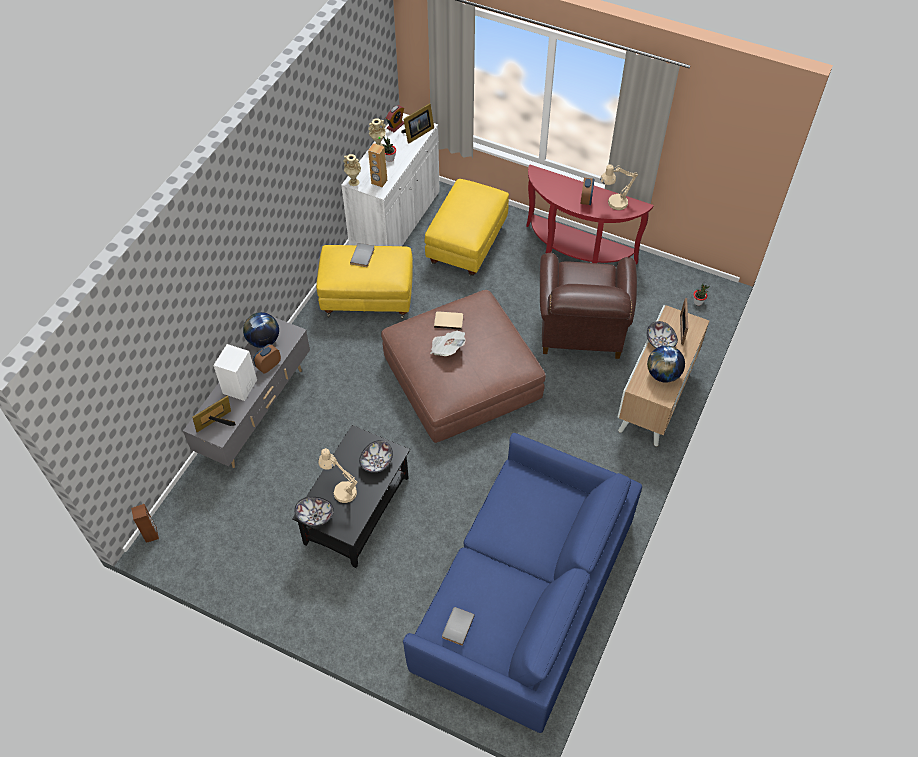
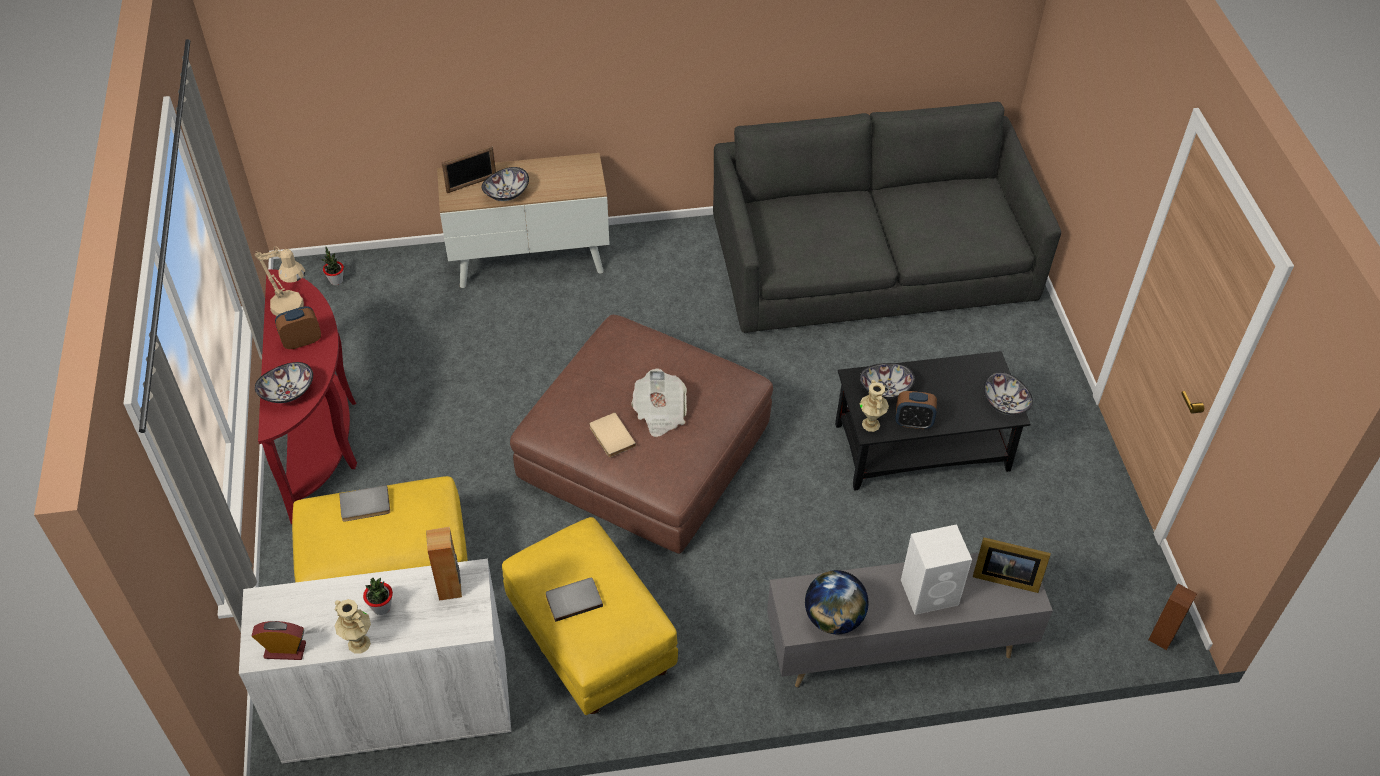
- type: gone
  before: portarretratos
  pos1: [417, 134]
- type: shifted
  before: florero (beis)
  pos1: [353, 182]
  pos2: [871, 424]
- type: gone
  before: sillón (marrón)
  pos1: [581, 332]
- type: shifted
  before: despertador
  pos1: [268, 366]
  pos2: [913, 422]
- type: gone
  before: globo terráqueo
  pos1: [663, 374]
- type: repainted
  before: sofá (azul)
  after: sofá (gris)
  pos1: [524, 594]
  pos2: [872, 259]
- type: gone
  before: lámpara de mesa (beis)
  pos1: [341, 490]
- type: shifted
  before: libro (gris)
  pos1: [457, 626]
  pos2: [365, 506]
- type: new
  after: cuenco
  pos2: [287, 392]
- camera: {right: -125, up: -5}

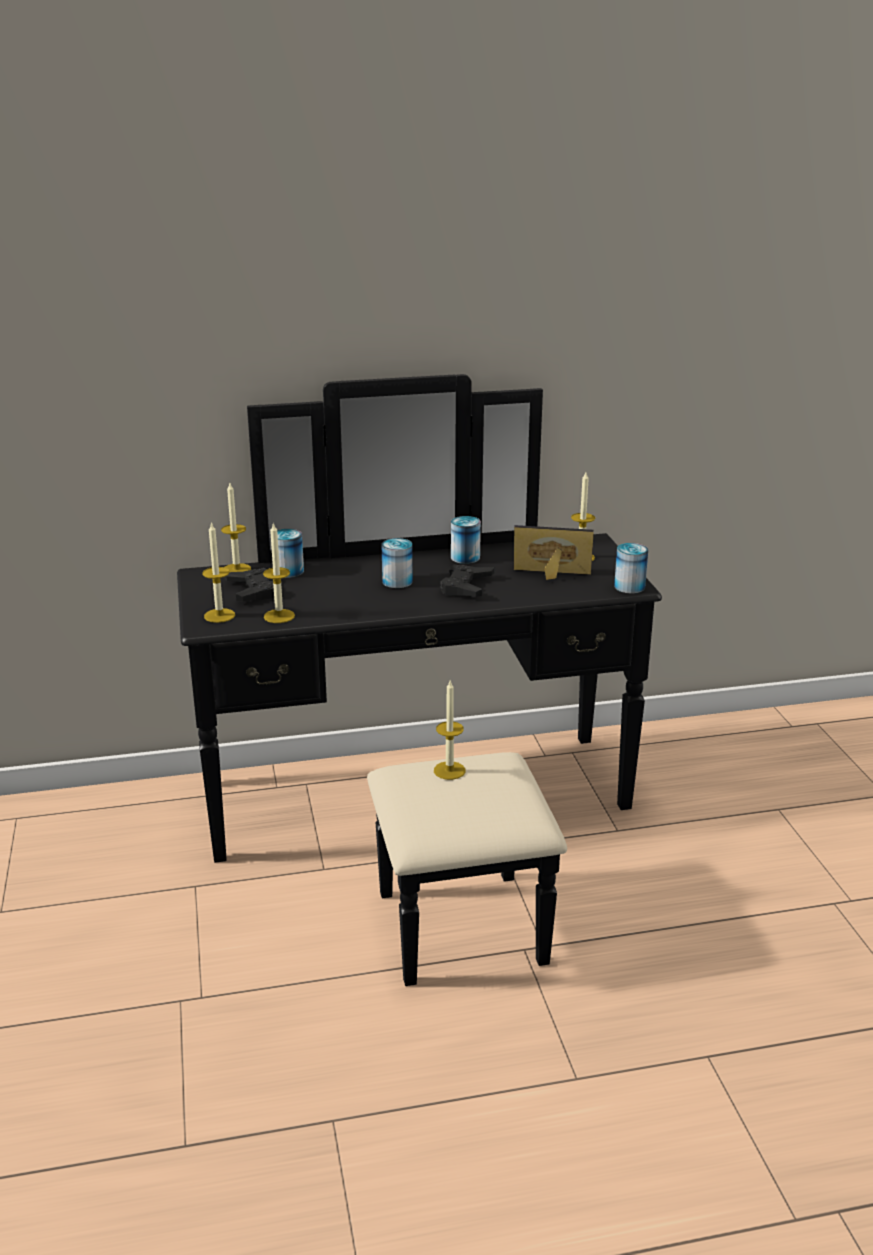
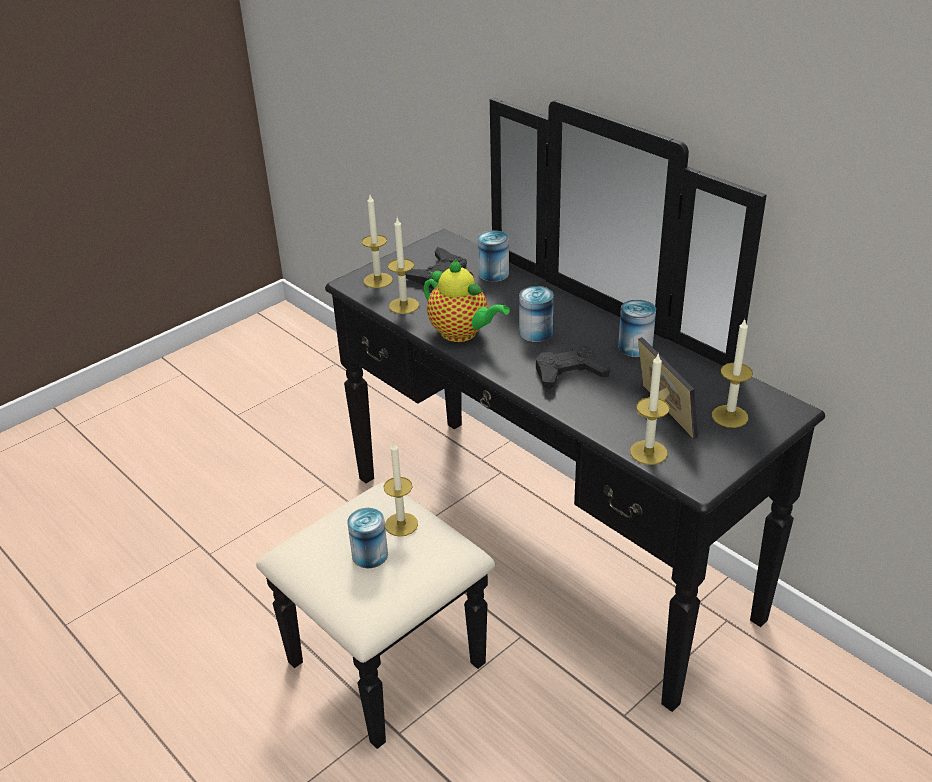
- type: shifted
  before: vela
  pos1: [236, 569]
  pos2: [648, 452]
- type: shifted
  before: lata
  pos1: [629, 586]
  pos2: [370, 555]
- type: new
  after: tetera
  pos2: [462, 334]
- camera: {right: 60, up: 10}

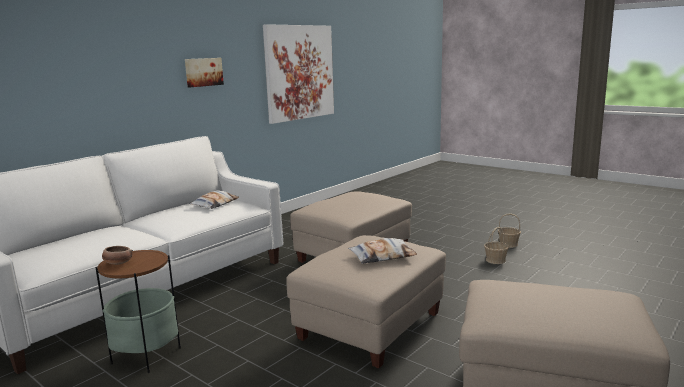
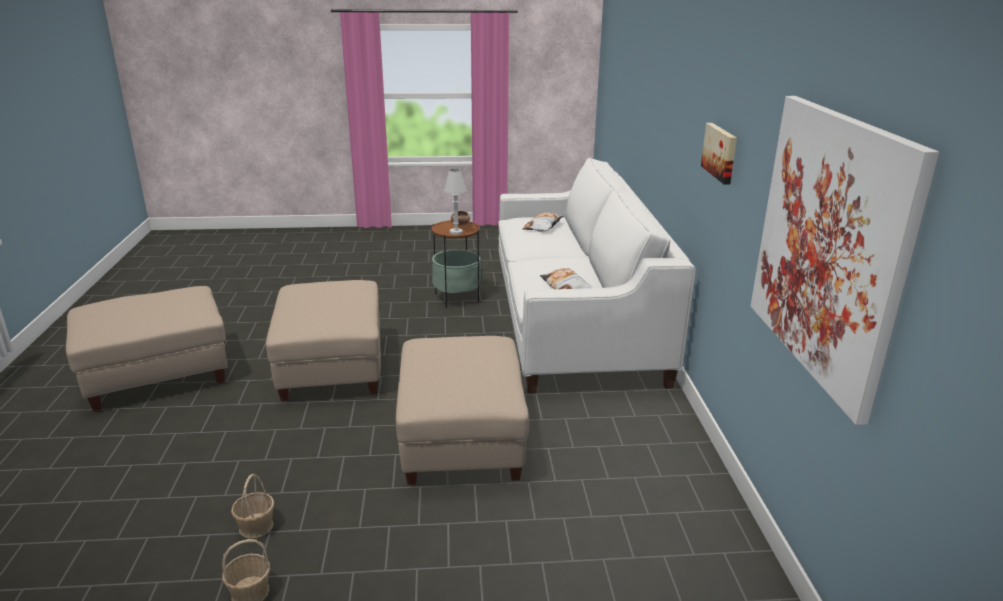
- type: shifted
  before: cojín
  pos1: [382, 256]
  pos2: [543, 226]
- type: new
  after: lámpara de mesa (blanco)
  pos2: [456, 232]
- camera: {right: 135, up: 10}

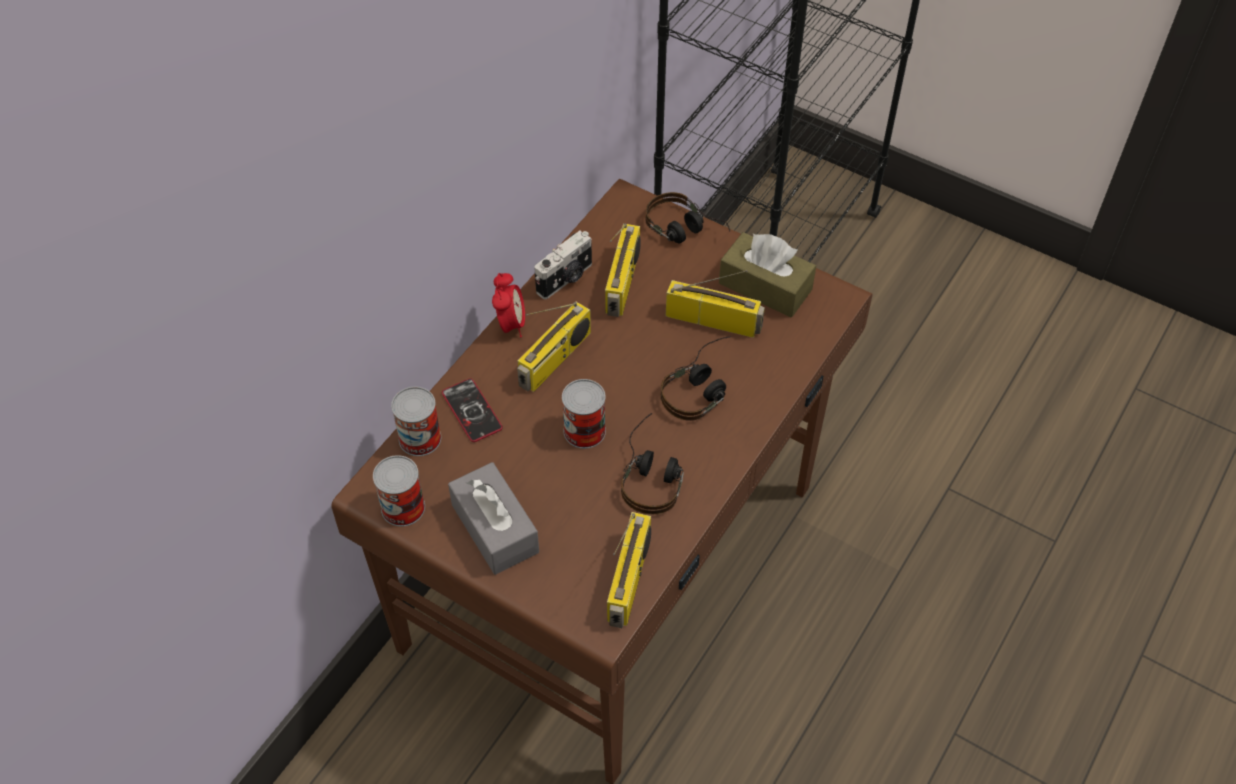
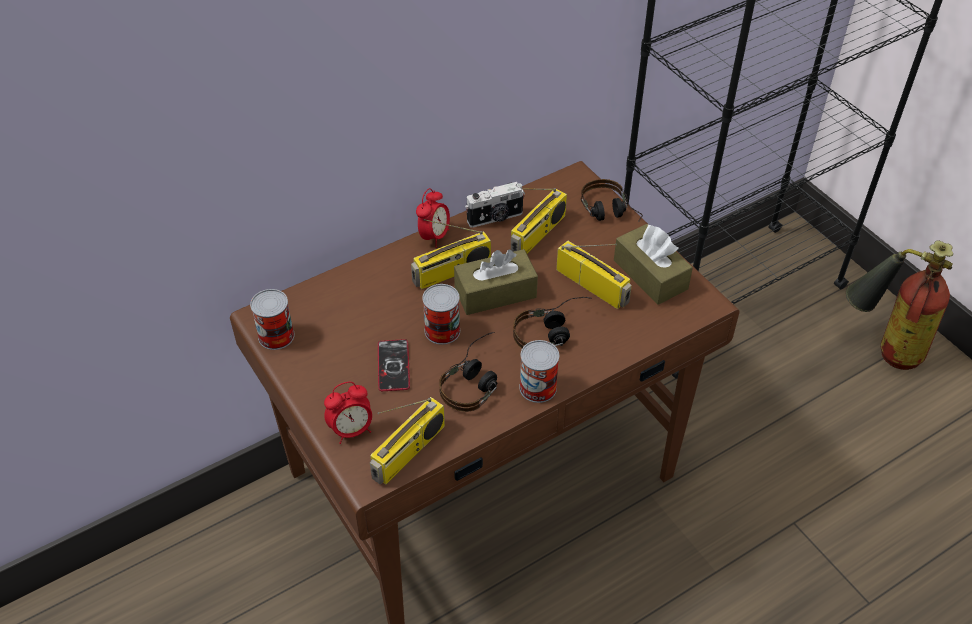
- type: shifted
  before: móvil
  pos1: [472, 411]
  pos2: [393, 366]
- type: shifted
  before: lata
  pos1: [420, 438]
  pos2: [538, 387]
- type: gone
  before: caja de pañuelos (gris)
  pos1: [495, 528]
- type: new
  after: extintor
  pos2: [882, 348]
- type: new
  after: caja de pañuelos (marrón)
  pos2: [495, 293]
- type: new
  after: despertador
  pos2: [351, 430]
- camera: {right: 25, up: -5}

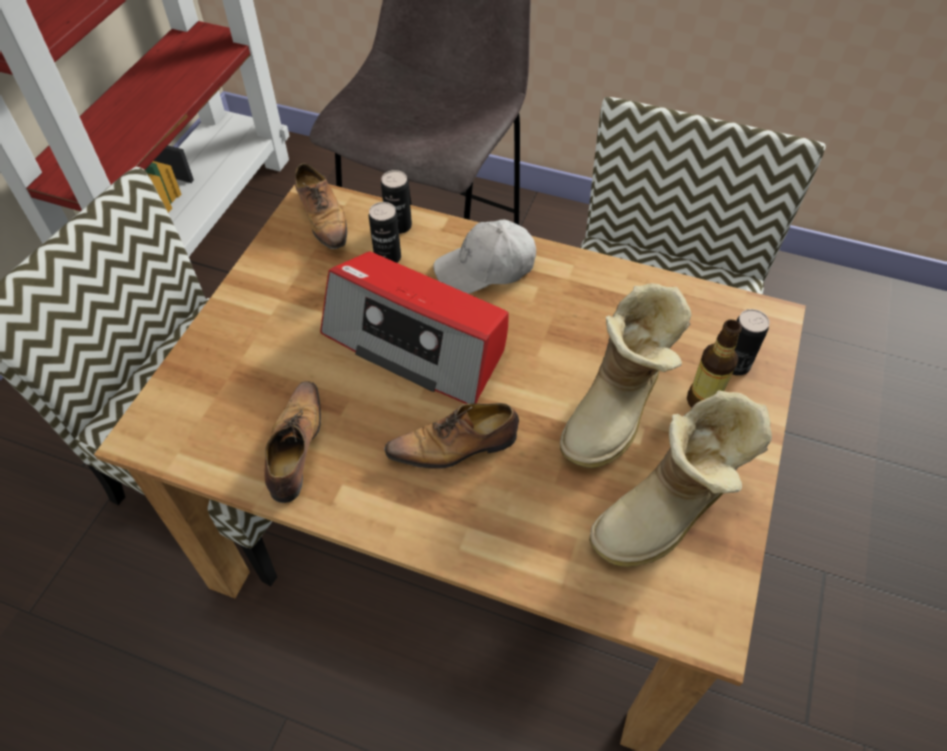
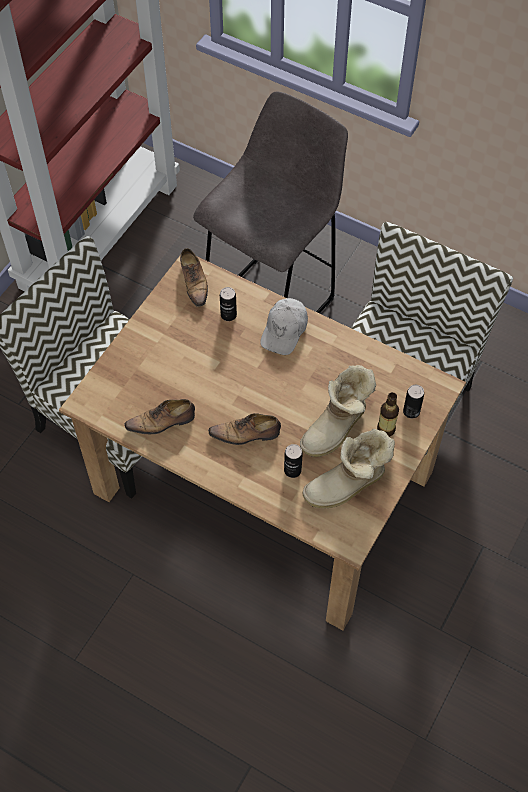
- type: shifted
  before: lata
  pos1: [398, 225]
  pos2: [292, 470]
- type: rotated
  before: gorra (blanco)
  pos1: [485, 268]
  pos2: [284, 330]
  turn: -60
- type: gone
  before: radio
  pos1: [417, 342]
- type: rotated
  before: zapato
  pos1: [295, 448]
  pos2: [162, 422]
  turn: -120
- camera: {right: 10, up: 5}

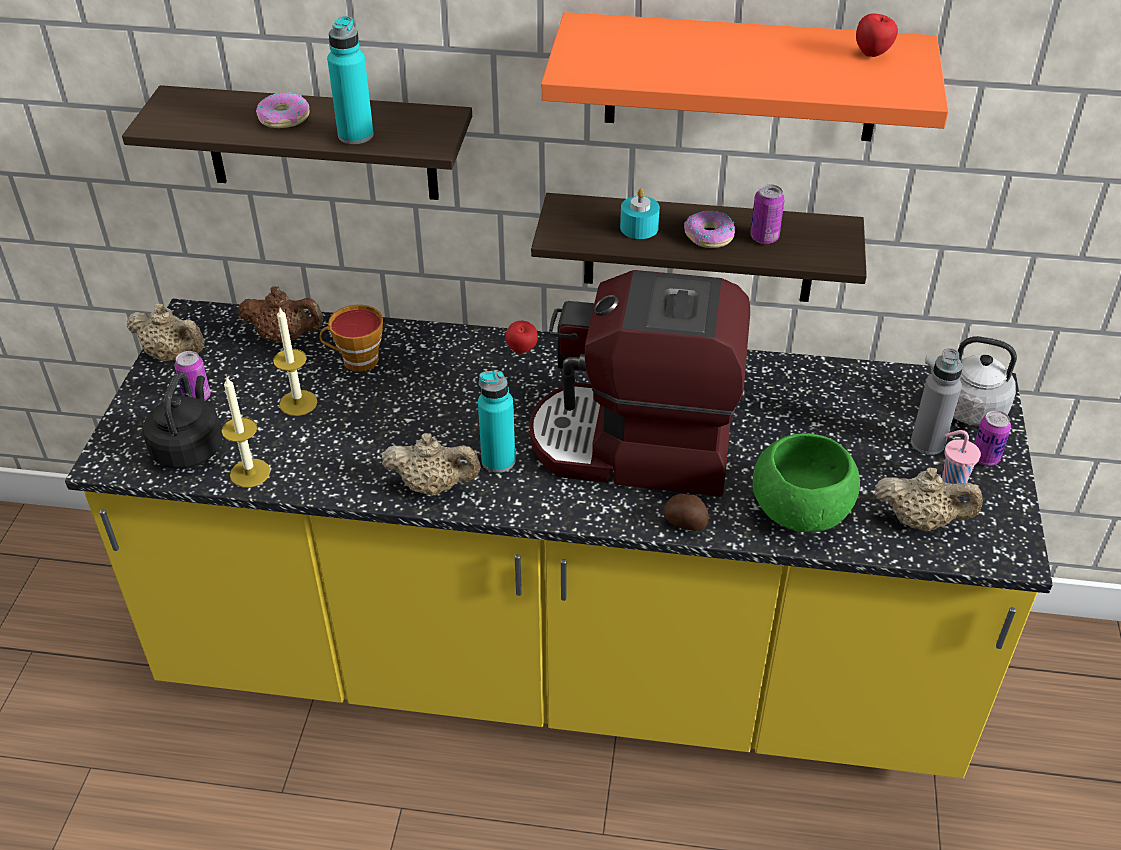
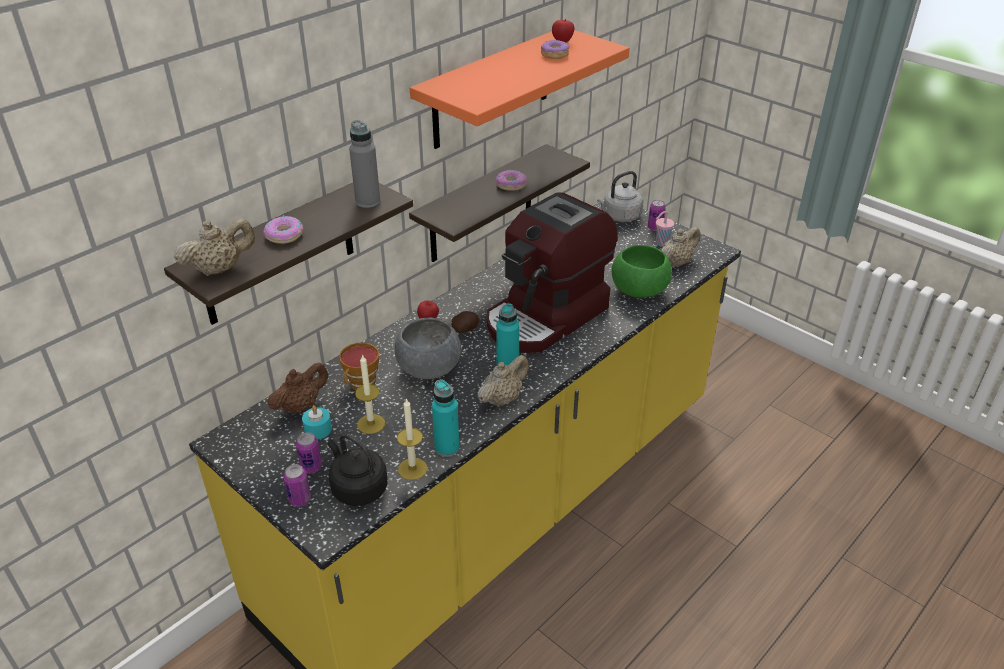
- type: shifted
  before: botella (turquesa)
  pos1: [355, 135]
  pos2: [447, 448]
- type: shifted
  before: lata
  pos1: [764, 237]
  pos2: [300, 499]
- type: shifted
  before: vela (turquesa)
  pos1: [639, 228]
  pos2: [318, 429]
- type: shifted
  before: tetera (beis)
  pos1: [173, 355]
  pos2: [220, 269]
- type: shifted
  before: botella (gris)
  pos1: [927, 443]
  pos2: [368, 201]
- type: shifted
  before: patata
  pos1: [686, 523]
  pos2: [465, 330]
- type: new
  after: rosquilla
  pos2: [554, 55]
- type: new
  after: cuenco (gris)
  pos2: [428, 367]
- camera: {right: -55, up: -5}

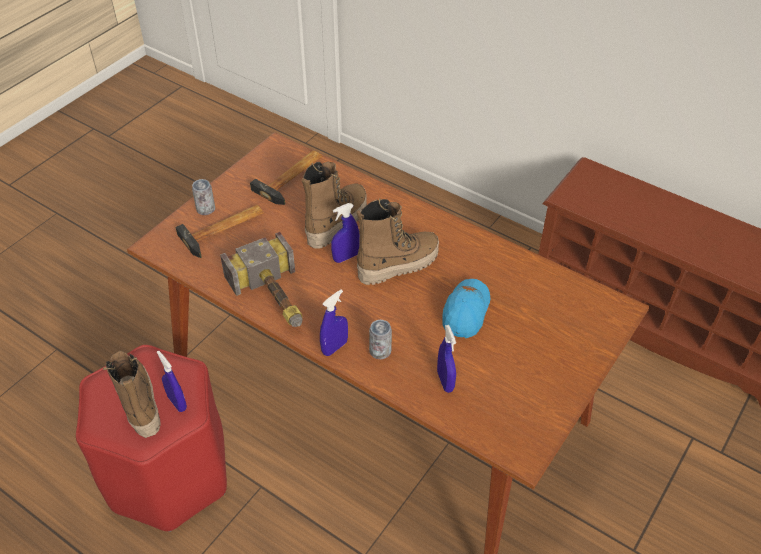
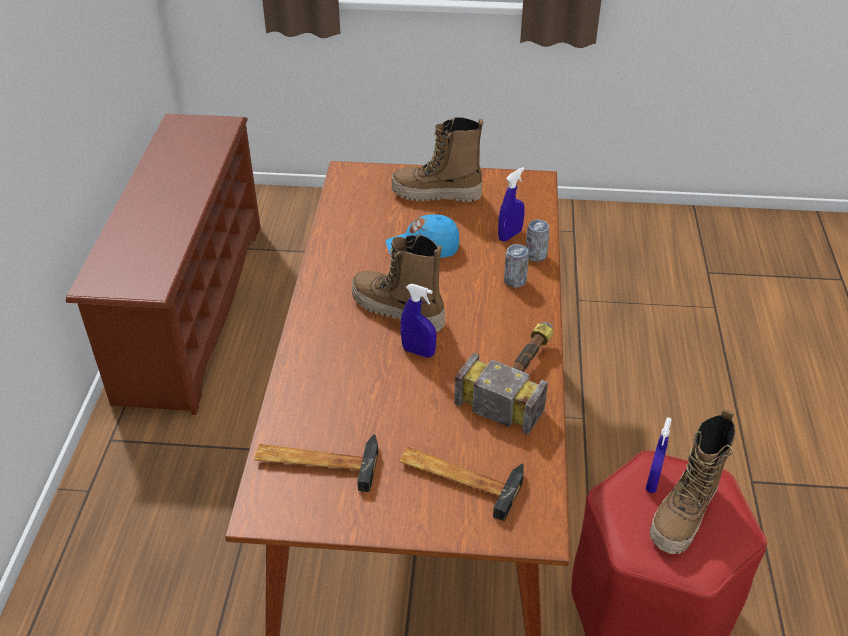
- type: shifted
  before: bota
  pos1: [336, 222]
  pos2: [436, 194]
- type: shifted
  before: lata
  pos1: [206, 209]
  pos2: [535, 256]
- type: gone
  before: pulverizador (azul)
  pos1: [334, 347]
- camera: {right: -120, up: -5}

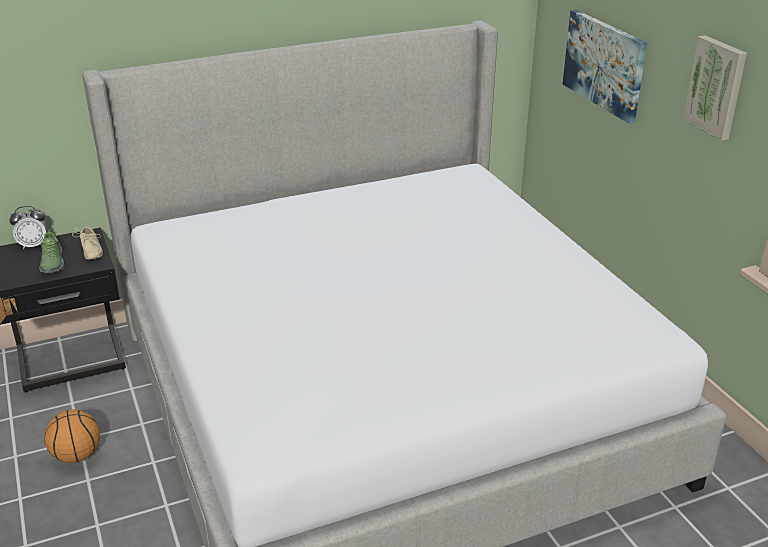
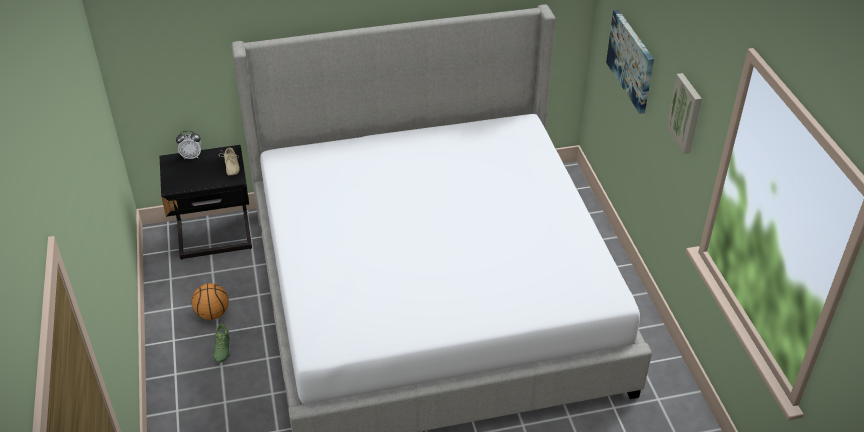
- type: shifted
  before: zapato
  pos1: [52, 263]
  pos2: [222, 349]
- camera: {right: 10, up: 10}

